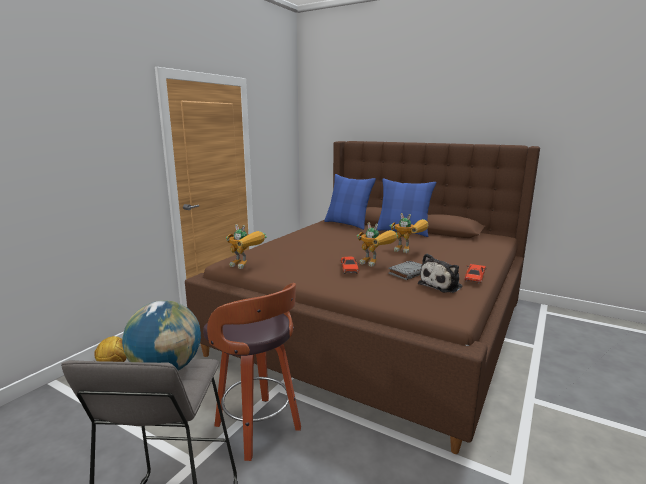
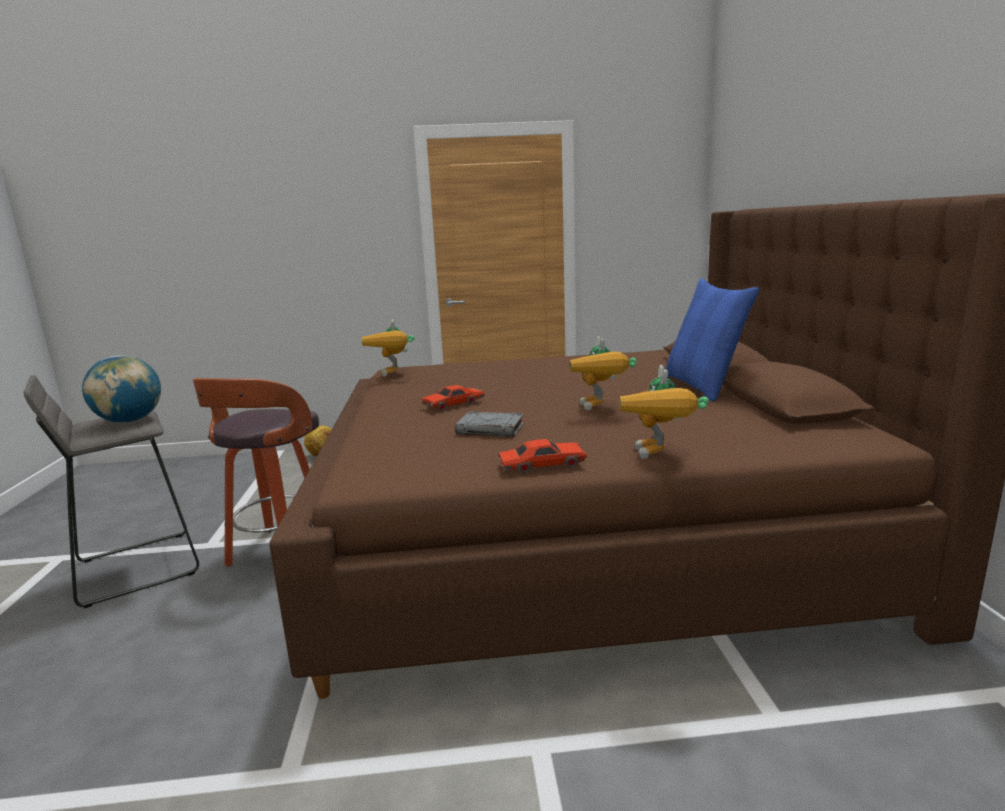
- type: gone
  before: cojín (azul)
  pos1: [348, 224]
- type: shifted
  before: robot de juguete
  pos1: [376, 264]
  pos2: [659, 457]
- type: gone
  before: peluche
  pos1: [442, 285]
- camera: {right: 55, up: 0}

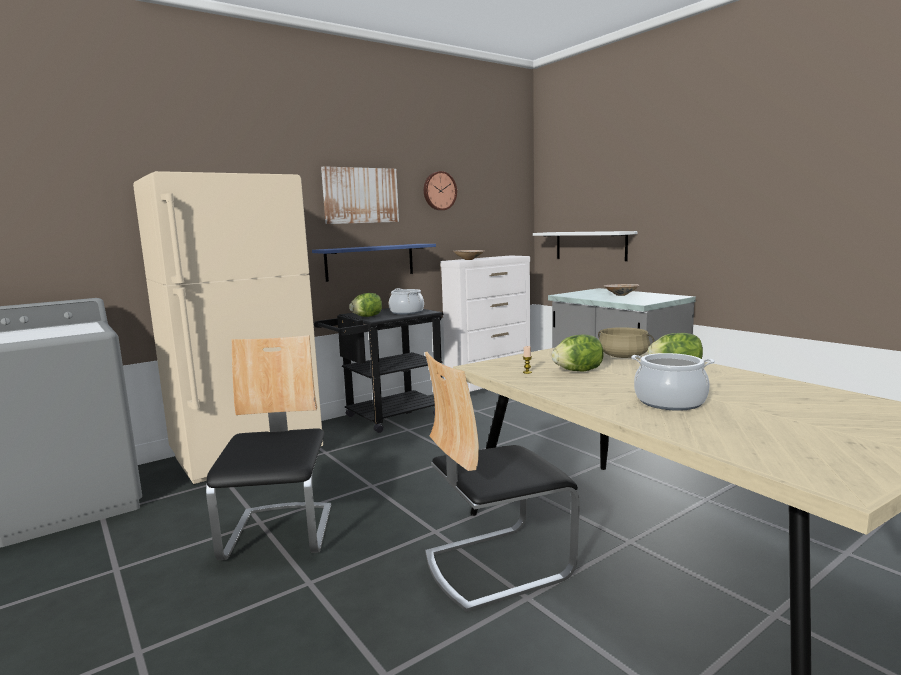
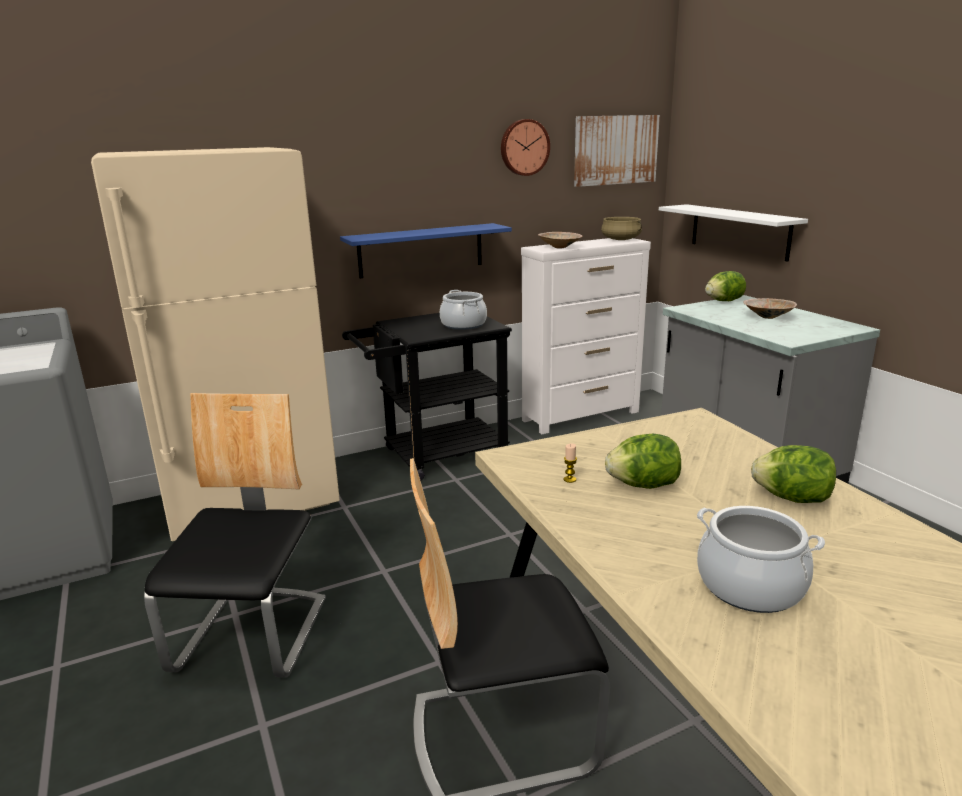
- type: shifted
  before: cuadro
  pos1: [360, 195]
  pos2: [615, 150]
- type: shifted
  before: lechuga
  pos1: [367, 316]
  pos2: [724, 301]
- type: shifted
  before: olla (beis)
  pos1: [623, 356]
  pos2: [621, 239]
- camera: {right: 10, up: 10}

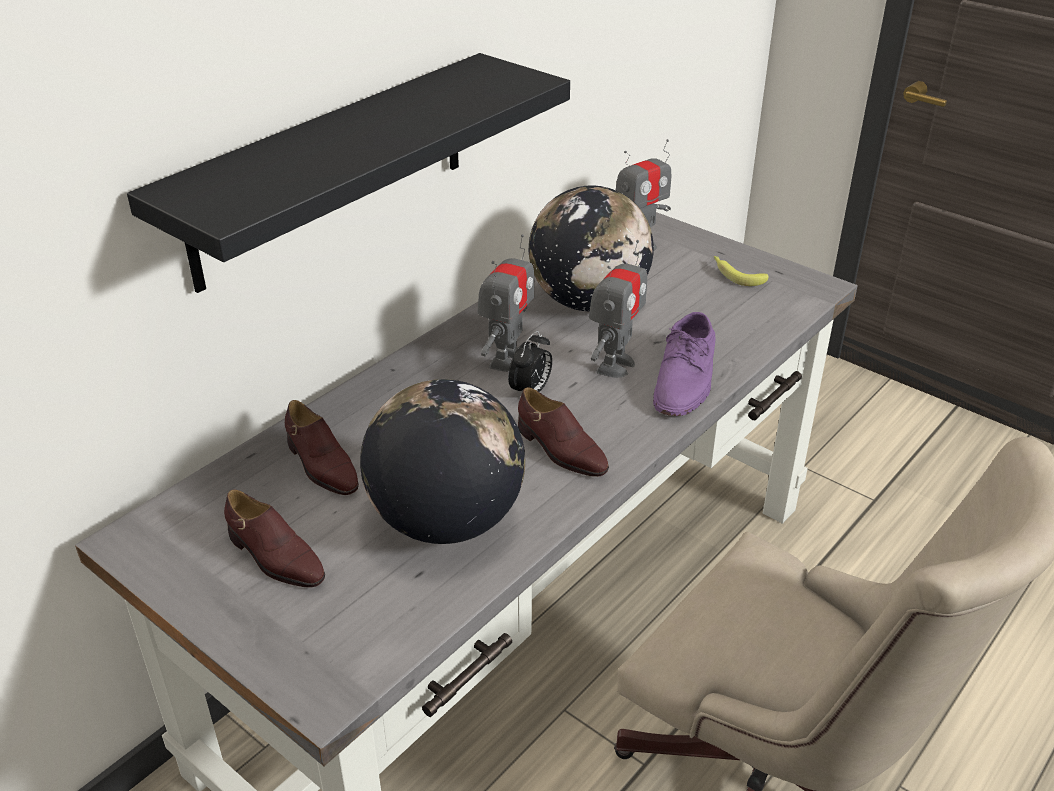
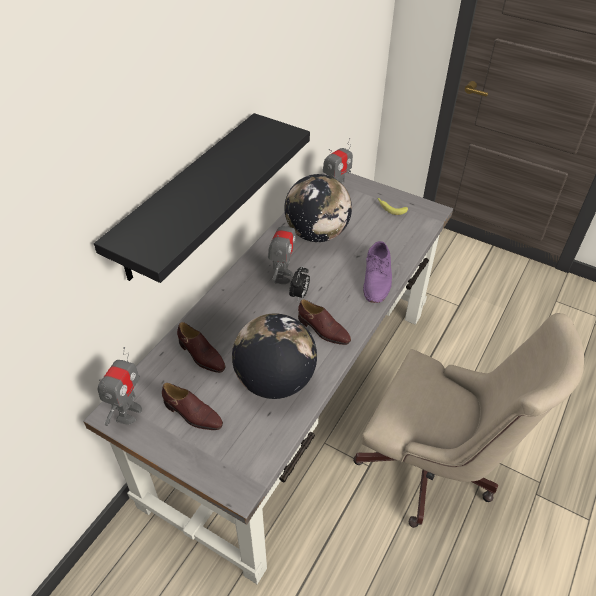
- type: shifted
  before: robot de juguete
  pos1: [614, 365]
  pos2: [128, 412]
- camera: {right: -10, up: 10}

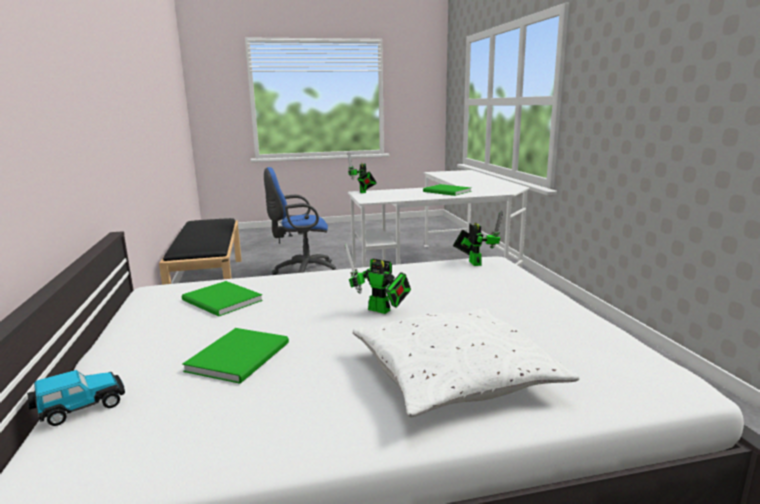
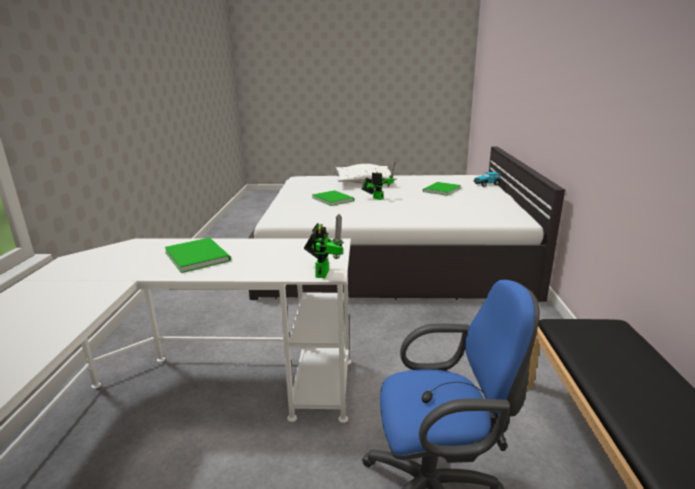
- type: gone
  before: robot de juguete
  pos1: [474, 262]
- type: shifted
  before: libro (verde)
  pos1: [222, 301]
  pos2: [333, 199]
- camera: {right: -165, up: 5}

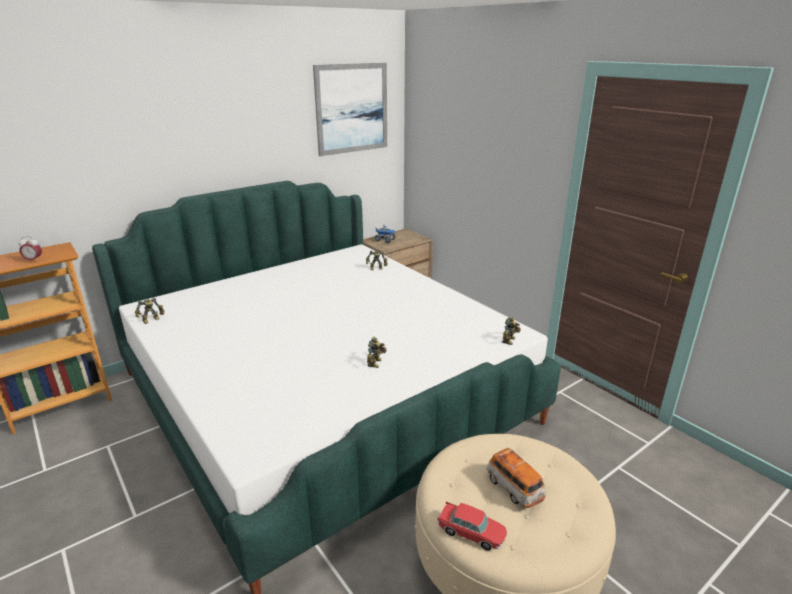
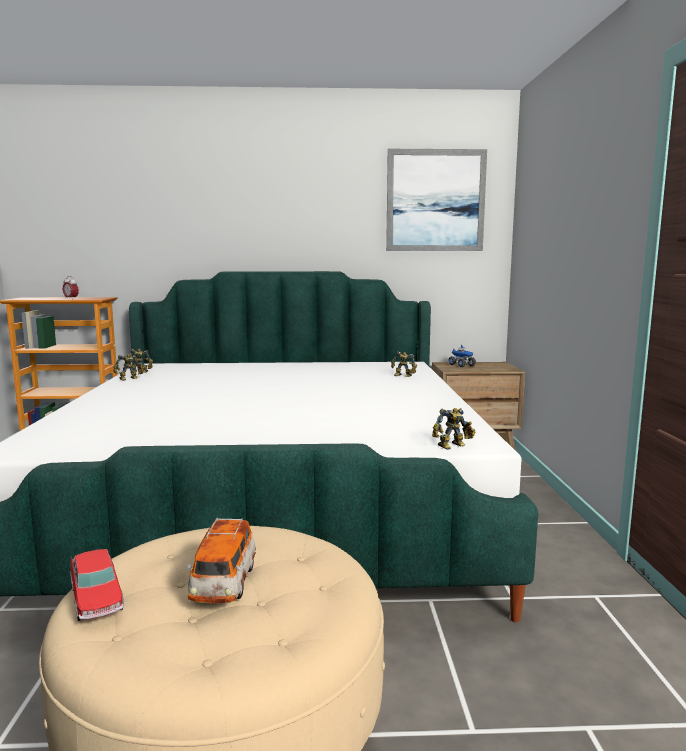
- type: shifted
  before: robot de juguete
  pos1: [376, 363]
  pos2: [129, 379]
- camera: {right: 35, up: -15}

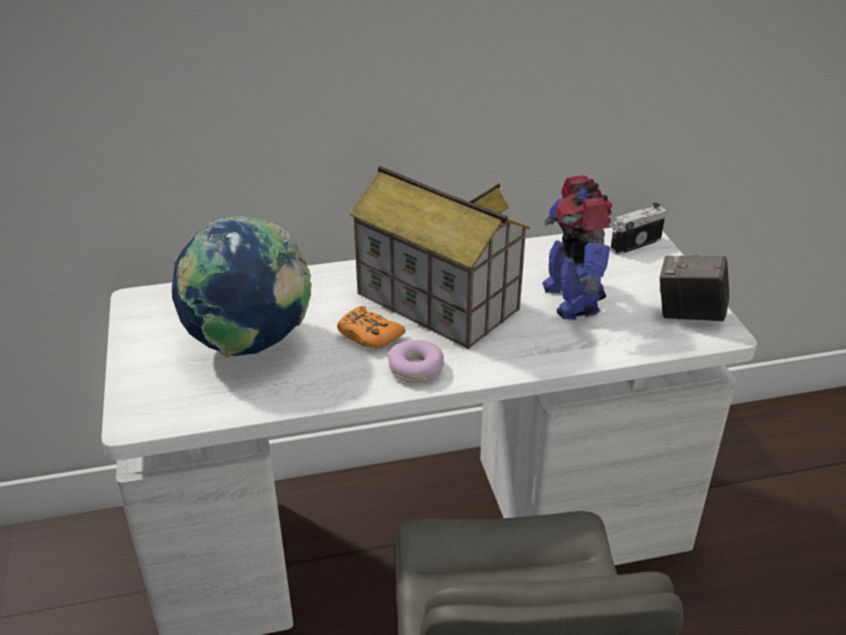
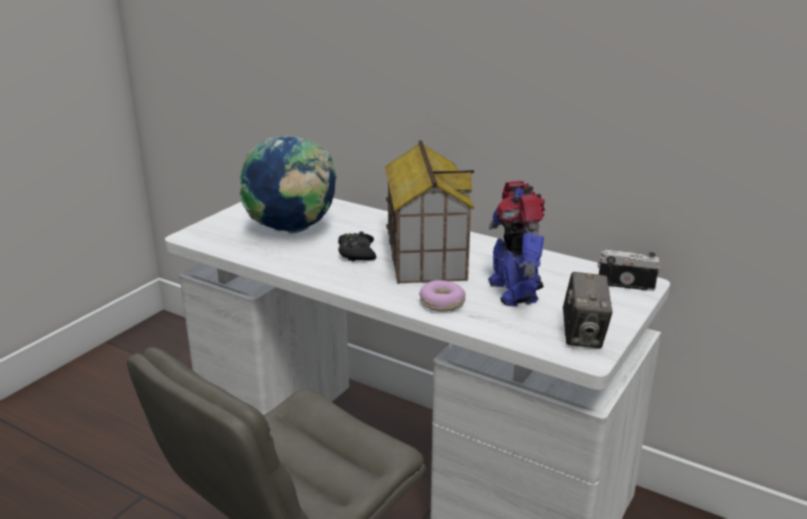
- type: rotated
  before: robot de juguete
  pos1: [572, 298]
  pos2: [514, 291]
  turn: -45
- type: rotated
  before: cámara
  pos1: [689, 314]
  pos2: [583, 336]
  turn: -150
- type: repainted
  before: mando de consola (naranja)
  after: mando de consola (negro)
  pos1: [369, 335]
  pos2: [357, 253]
- type: shifted
  before: rosquilla
  pos1: [416, 369]
  pos2: [441, 303]
- camera: {right: 45, up: -10}

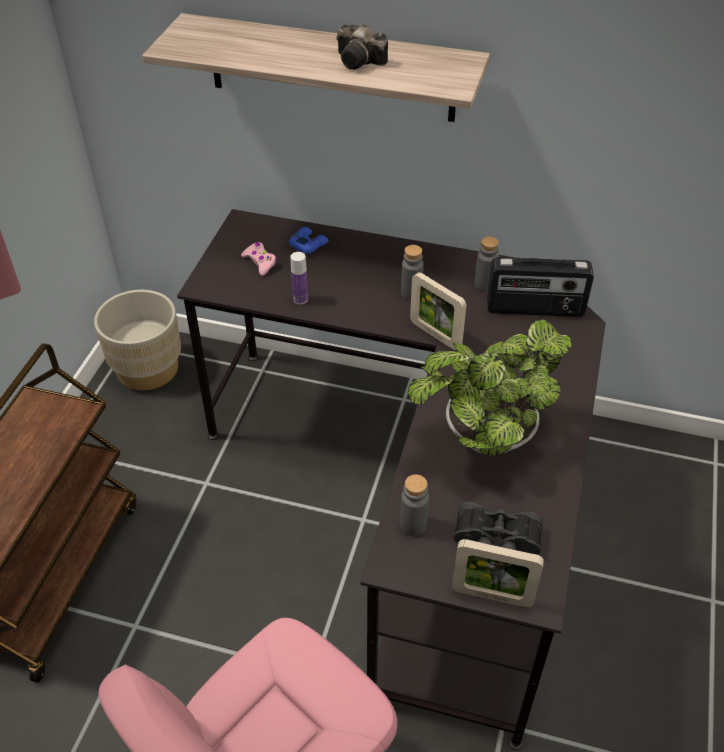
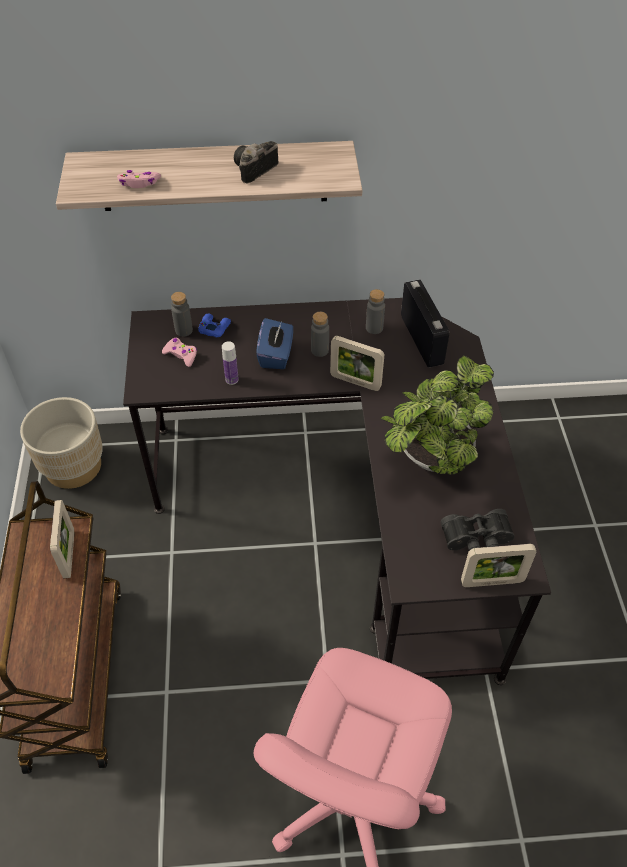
- type: rotated
  before: cámara
  pos1: [361, 62]
  pos2: [253, 171]
  turn: 120
- type: rotated
  before: radio
  pos1: [535, 309]
  pos2: [422, 340]
  turn: -90
- type: shifted
  before: botella (gris)
  pos1: [413, 525]
  pos2: [184, 330]
- type: new
  after: mando de consola (rosa)
  pos2: [139, 183]
- type: new
  after: caja de pañuelos (azul)
  pos2: [276, 355]
- type: new
  after: portarretratos
  pos2: [69, 554]
- camera: {right: -20, up: 5}

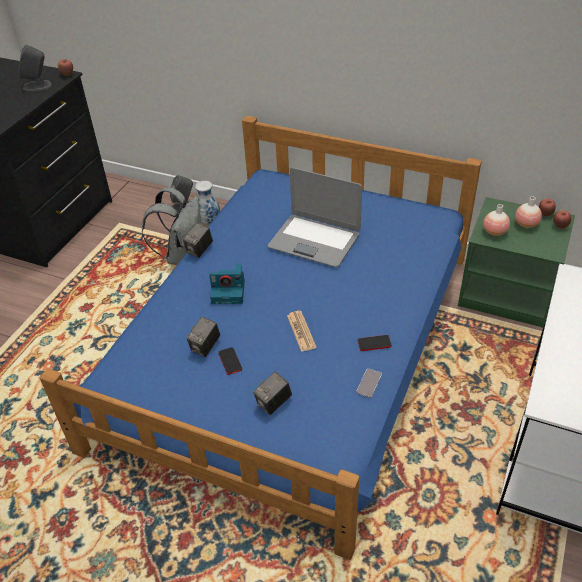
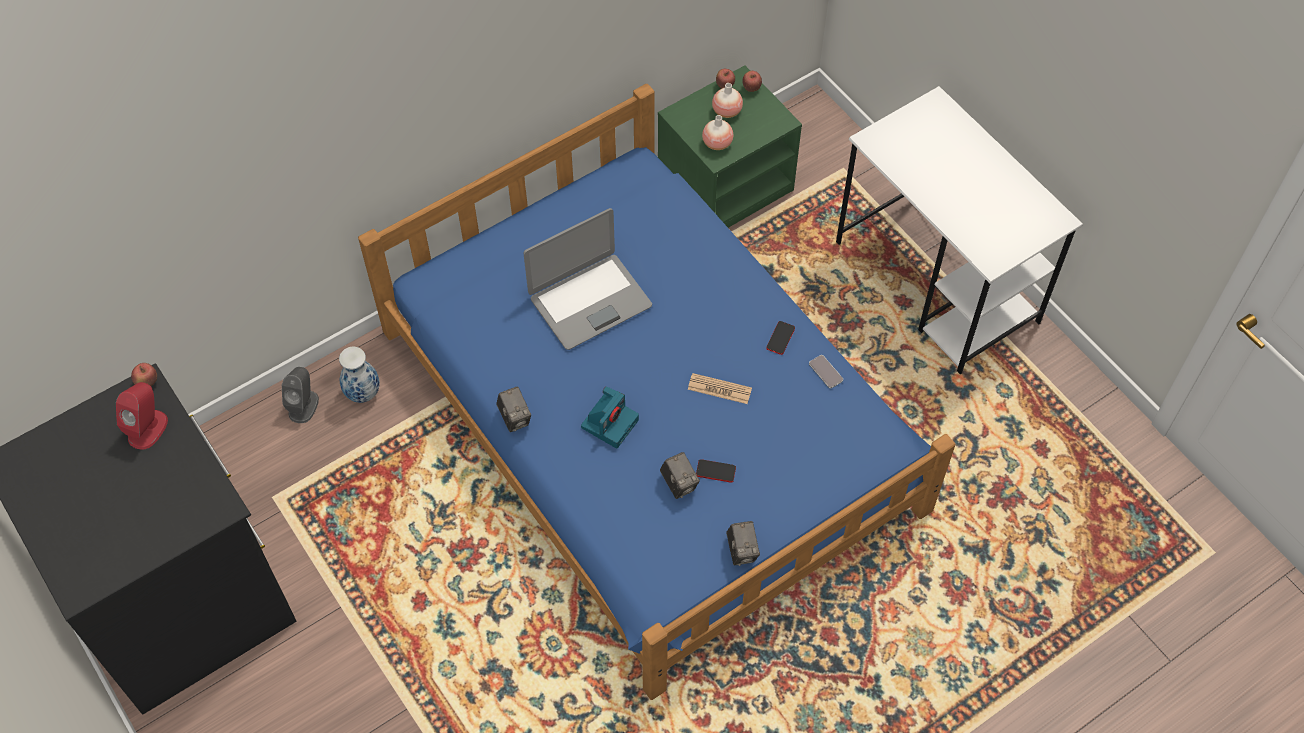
- type: repainted
  before: altavoz (gris)
  after: altavoz (rojo)
  pos1: [37, 86]
  pos2: [148, 428]
- type: gone
  before: mochila (gris)
  pos1: [182, 255]
- type: shifted
  before: cámara
  pos1: [273, 403]
  pos2: [742, 551]
- camera: {right: -60, up: 15}

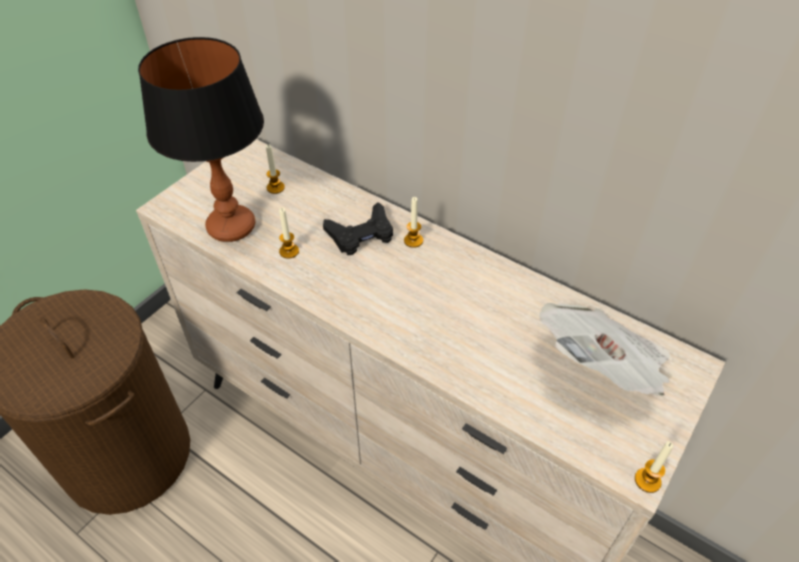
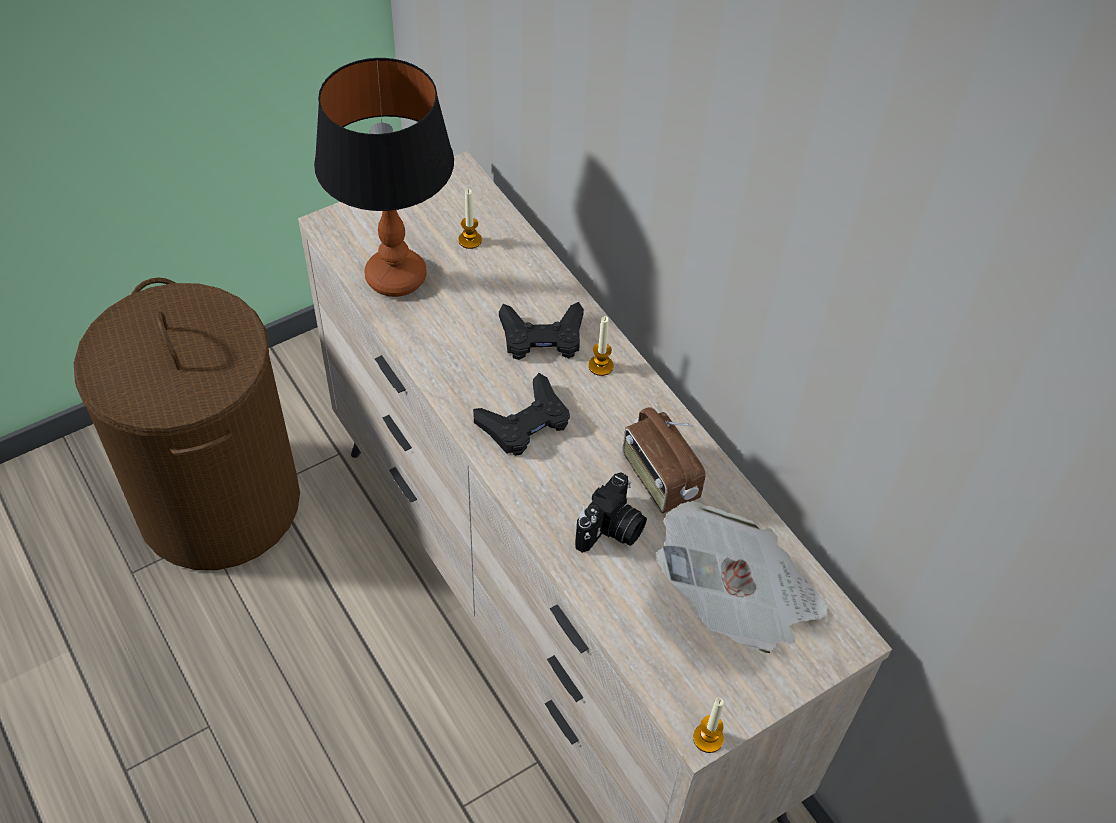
- type: gone
  before: vela
  pos1: [289, 251]
- type: new
  after: mando de consola (negro)
  pos2: [524, 422]
- type: new
  after: radio
  pos2: [658, 479]
- type: new
  after: cámara
  pos2: [611, 530]
- camera: {right: 20, up: 5}

